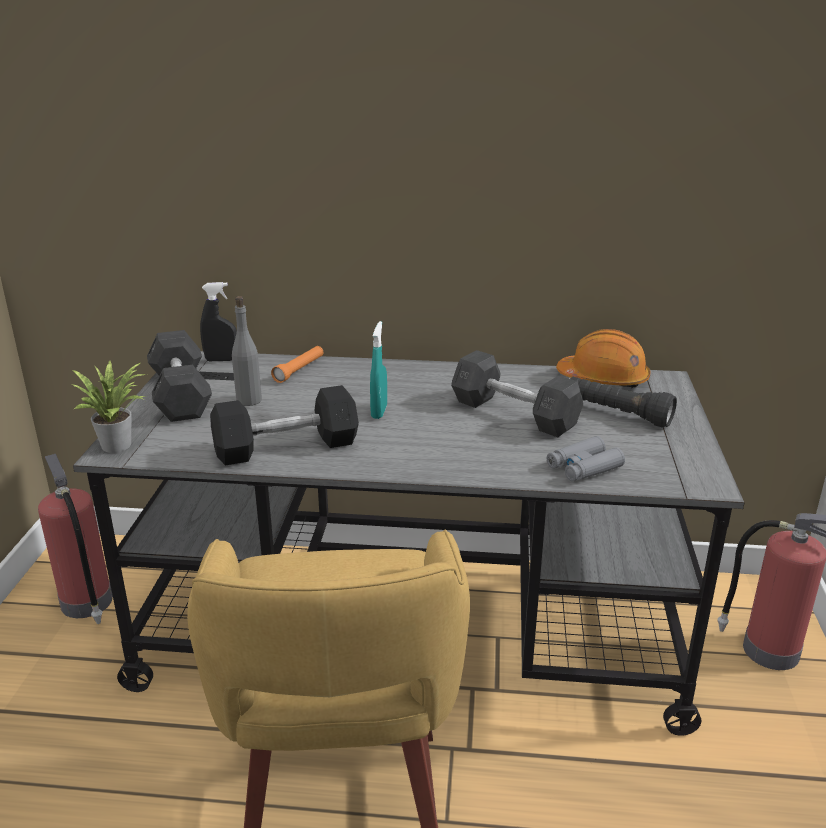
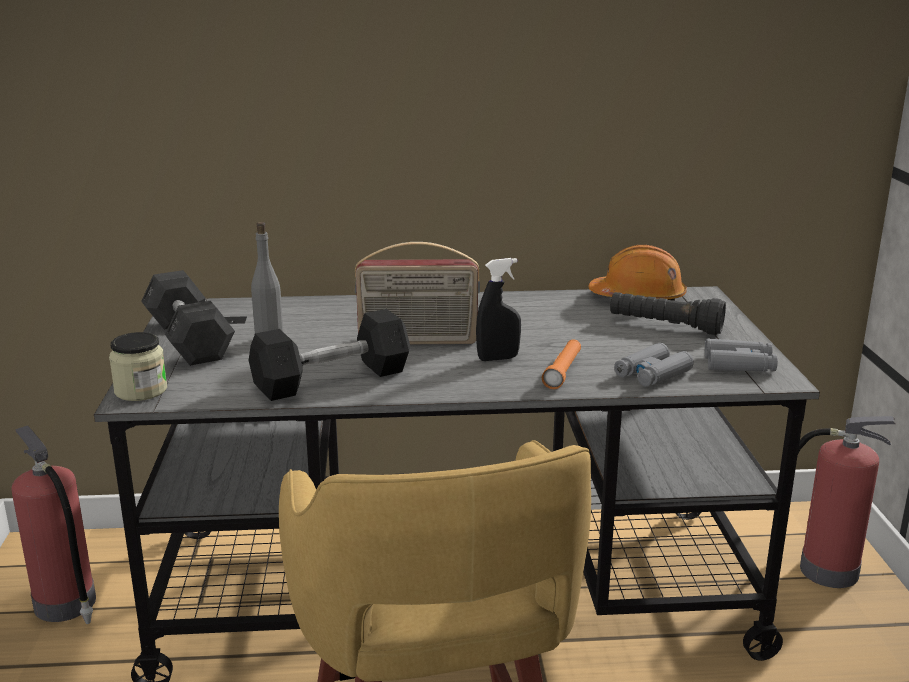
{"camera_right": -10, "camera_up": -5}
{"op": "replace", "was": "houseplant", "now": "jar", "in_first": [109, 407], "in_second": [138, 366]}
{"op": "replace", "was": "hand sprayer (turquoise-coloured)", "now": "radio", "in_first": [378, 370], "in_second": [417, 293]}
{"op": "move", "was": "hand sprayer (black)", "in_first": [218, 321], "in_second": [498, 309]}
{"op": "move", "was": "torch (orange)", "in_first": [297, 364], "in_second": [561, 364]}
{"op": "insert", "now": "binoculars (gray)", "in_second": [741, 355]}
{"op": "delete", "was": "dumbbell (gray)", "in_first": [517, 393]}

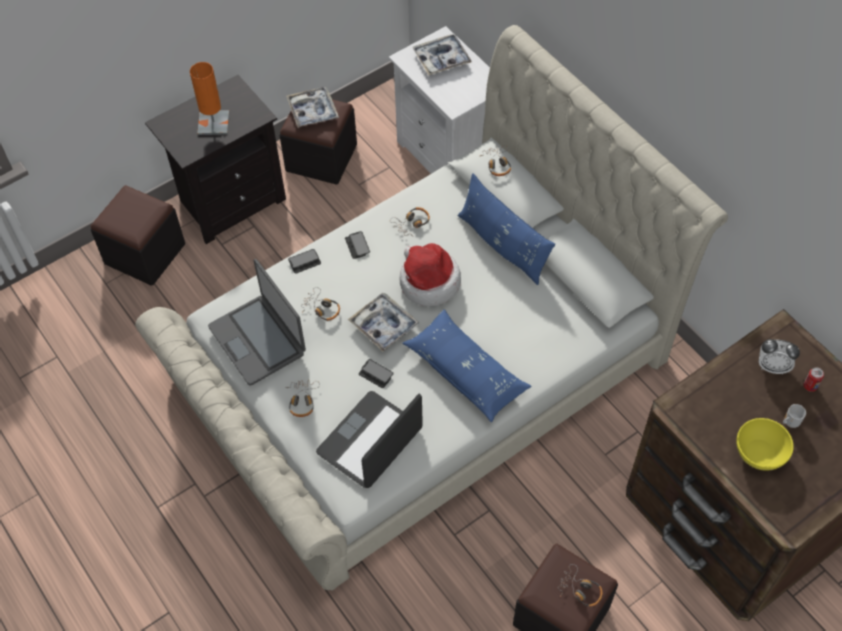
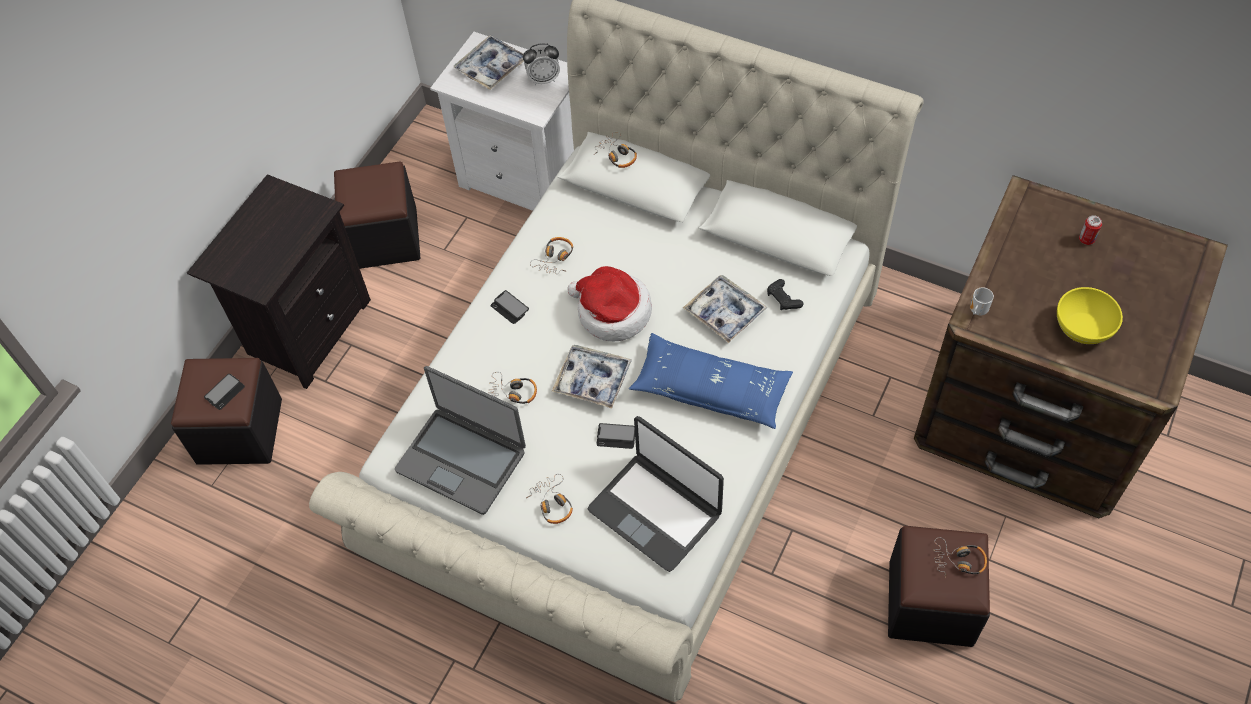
{"camera_right": -25, "camera_up": 0}
{"op": "move", "was": "telephone", "in_first": [304, 261], "in_second": [224, 392]}
{"op": "move", "was": "bedside clock", "in_first": [779, 356], "in_second": [541, 64]}
{"op": "rotate", "was": "portable computer", "in_first": [369, 439], "in_second": [656, 494], "clockwise": -60}
{"op": "move", "was": "tray", "in_first": [312, 107], "in_second": [725, 309]}
{"op": "insert", "now": "joypad (black)", "in_second": [785, 295]}
{"op": "move", "was": "tea mug", "in_first": [794, 416], "in_second": [982, 301]}
{"op": "delete", "was": "lamp for a table (orange)", "in_first": [209, 98]}
{"op": "delete", "was": "pillow (bluish)", "in_first": [506, 229]}

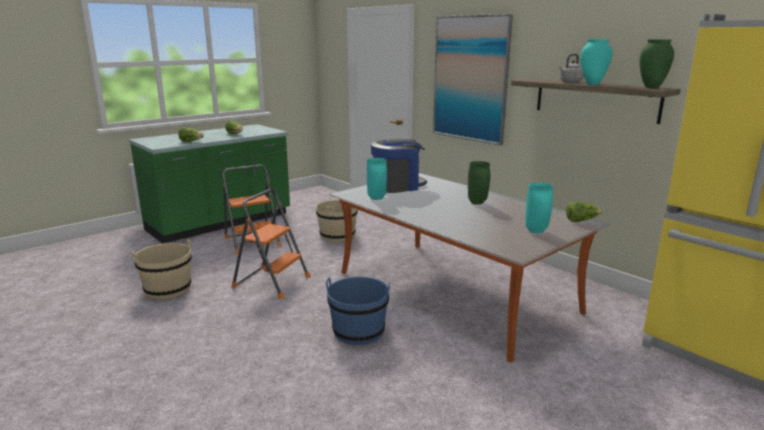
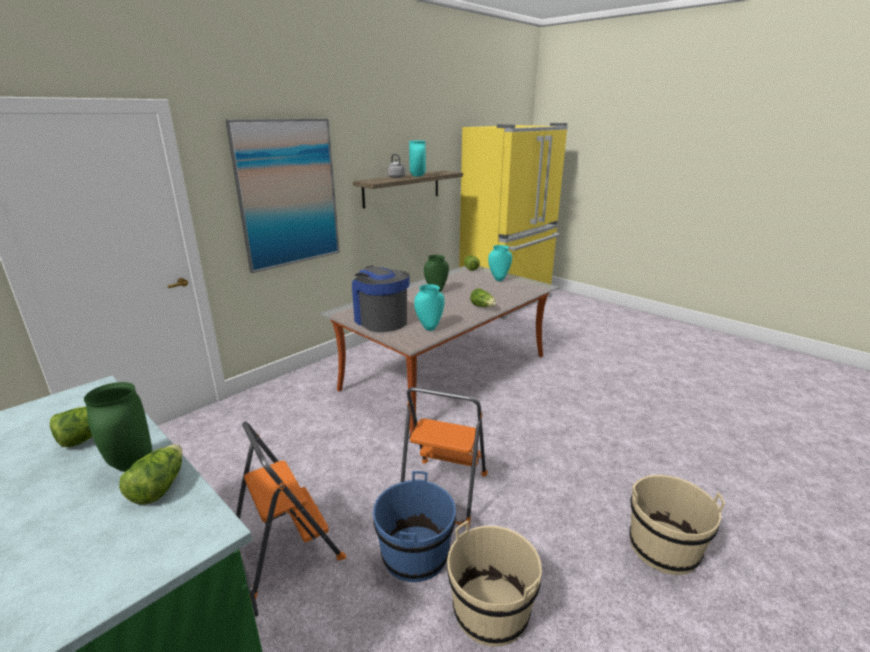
{"camera_right": -95, "camera_up": 5}
{"op": "move", "was": "vase (greenish)", "in_first": [657, 64], "in_second": [118, 427]}
{"op": "move", "was": "water bucket (bluish)", "in_first": [358, 310], "in_second": [414, 526]}
{"op": "insert", "now": "lettuce head", "in_second": [483, 297]}
{"op": "move", "was": "water bucket (beige)", "in_first": [337, 220], "in_second": [677, 525]}

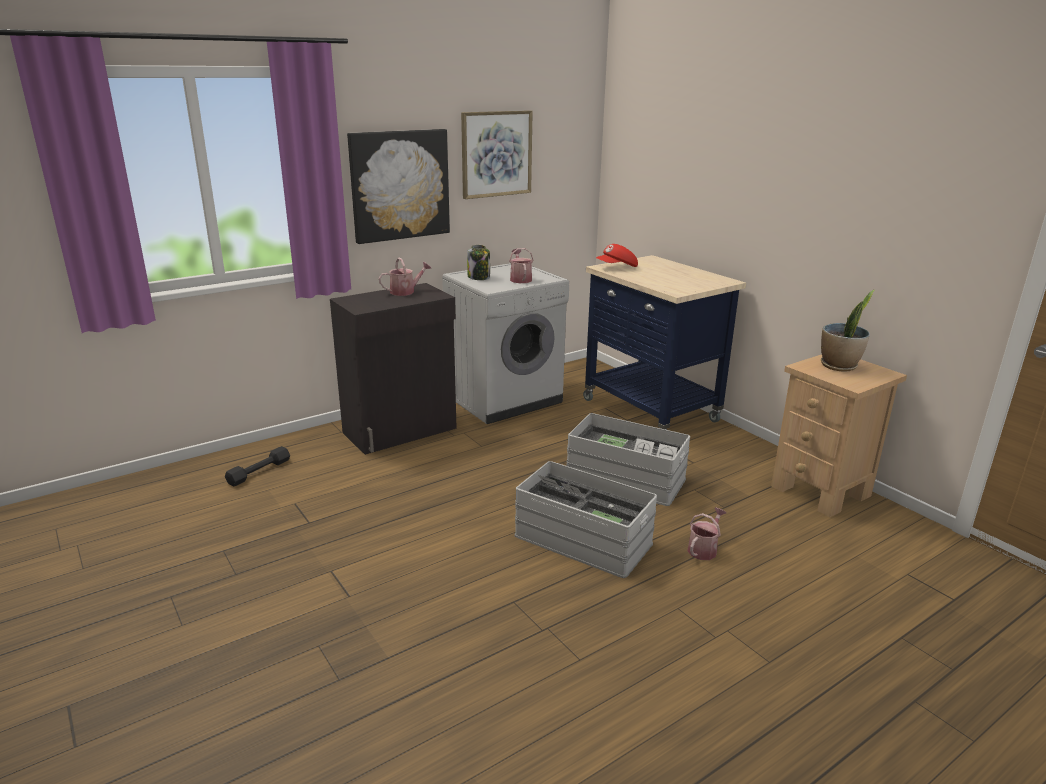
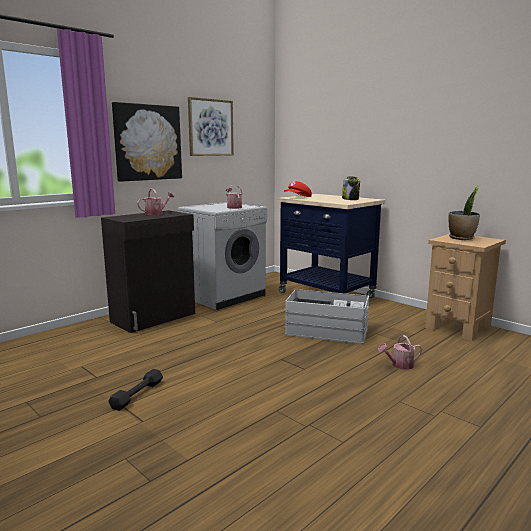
{"camera_right": -10, "camera_up": -10}
{"op": "move", "was": "dumbbell (black)", "in_first": [257, 466], "in_second": [135, 390]}
{"op": "move", "was": "jar", "in_first": [478, 262], "in_second": [351, 188]}
{"op": "rotate", "was": "watering pot", "in_first": [707, 534], "in_second": [400, 352], "clockwise": -135}
{"op": "delete", "was": "storage container (gray)", "in_first": [586, 519]}

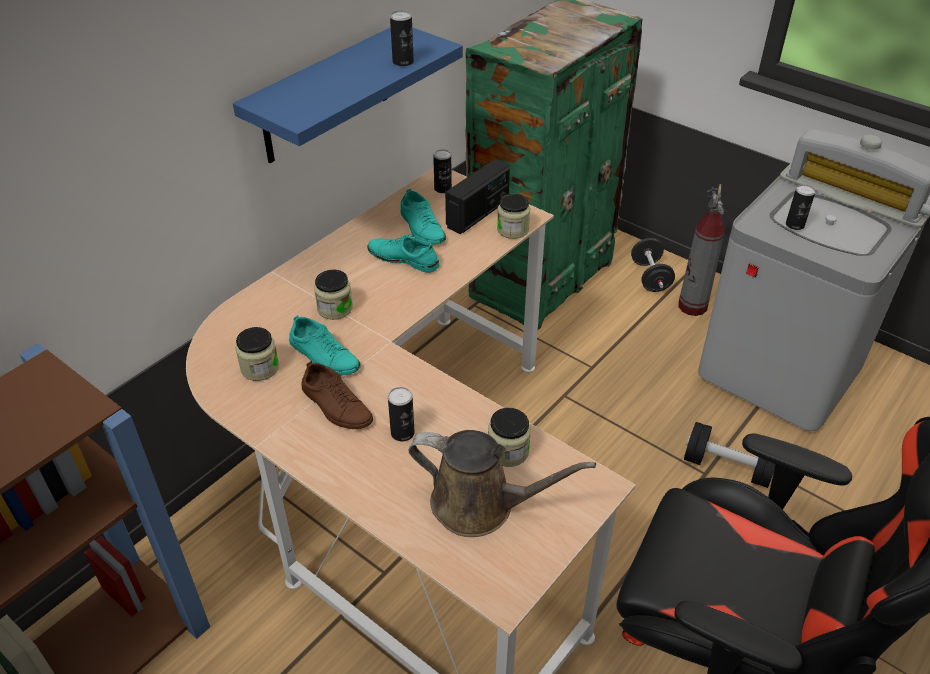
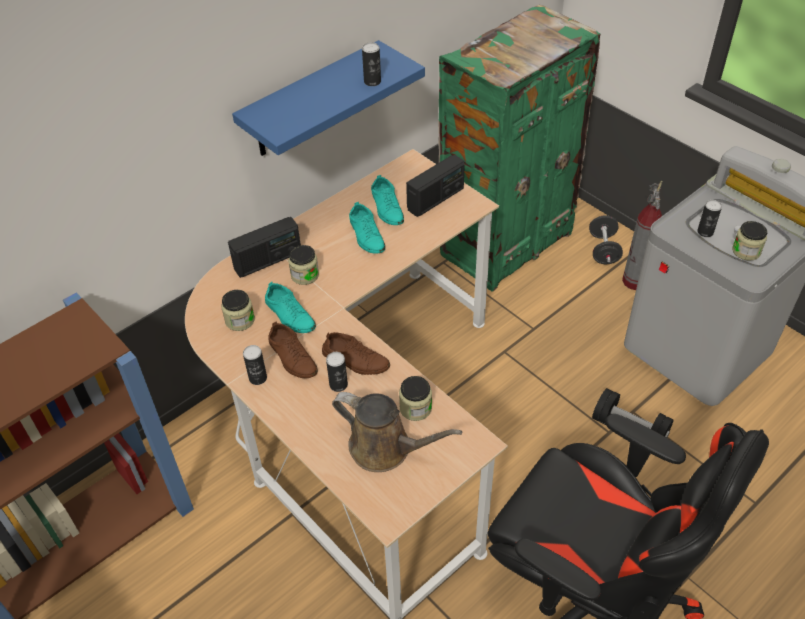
{"camera_right": 10, "camera_up": 5}
{"op": "insert", "now": "radio", "in_second": [264, 247]}
{"op": "move", "was": "can", "in_first": [442, 171], "in_second": [255, 365]}
{"op": "insert", "now": "low shoe (brownish)", "in_second": [356, 353]}
{"op": "rotate", "was": "low shoe (turquoise-coloured)", "in_first": [403, 253], "in_second": [367, 228], "clockwise": -150}
{"op": "move", "was": "jar", "in_first": [513, 216], "in_second": [749, 241]}

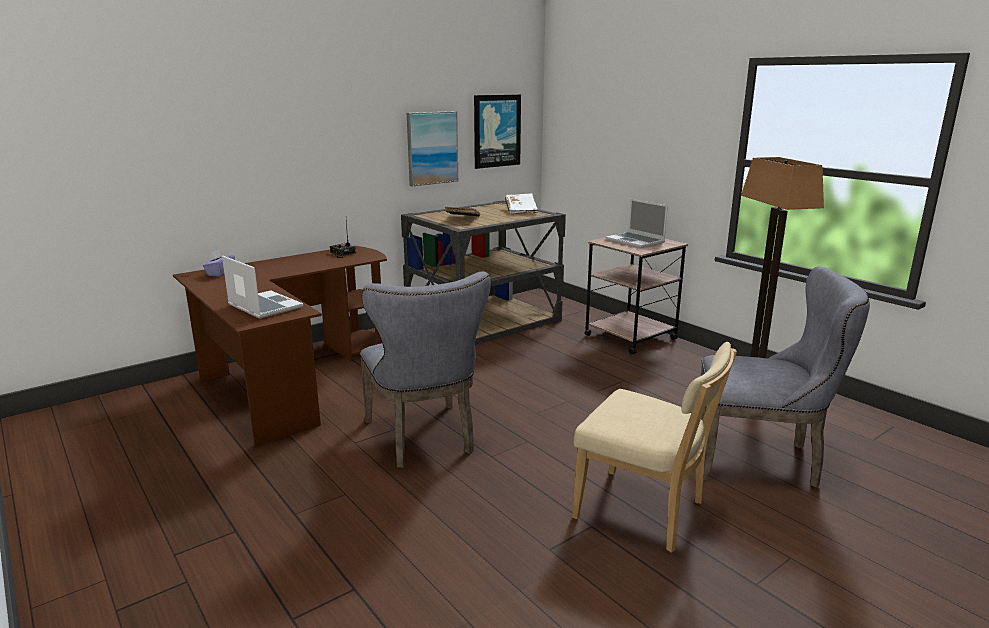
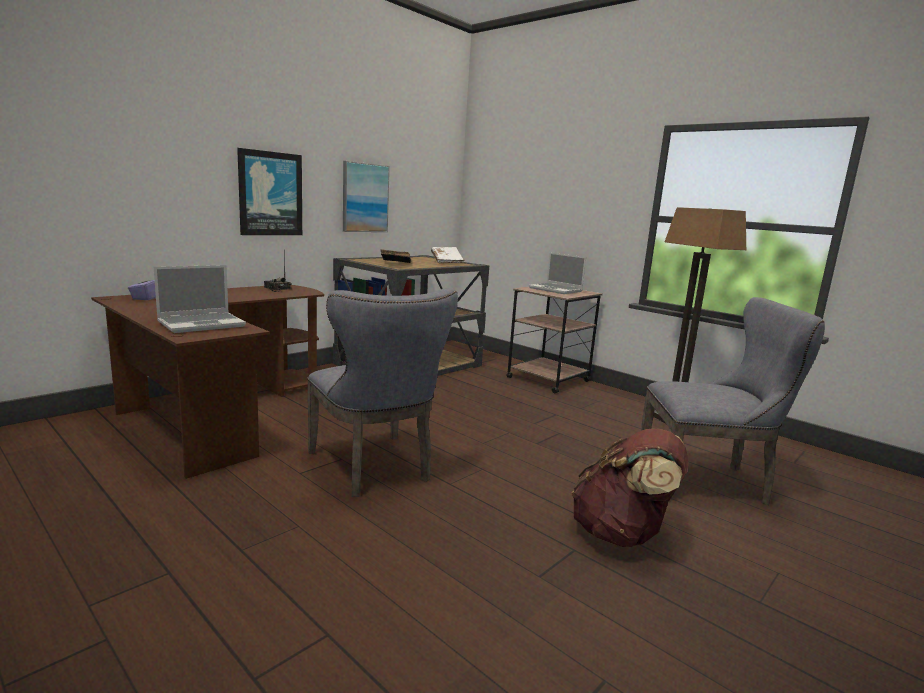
{"camera_right": -10, "camera_up": -5}
{"op": "rotate", "was": "portable computer", "in_first": [262, 287], "in_second": [200, 299], "clockwise": 105}
{"op": "move", "was": "wall picture", "in_first": [497, 131], "in_second": [269, 191]}
{"op": "replace", "was": "plain chair (beige)", "now": "rucksack (brownish)", "in_first": [654, 447], "in_second": [629, 488]}

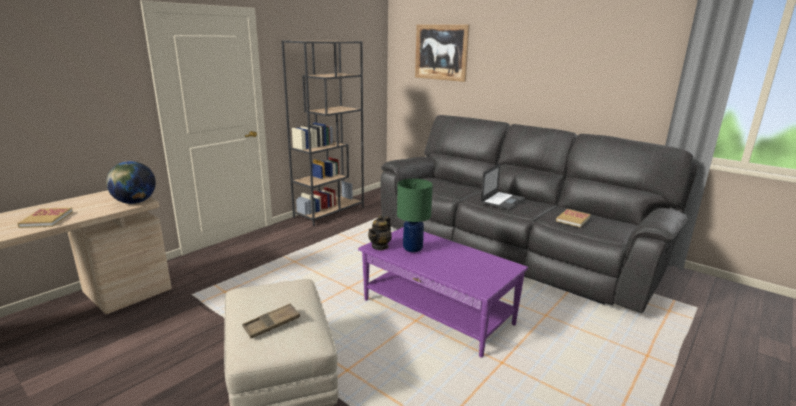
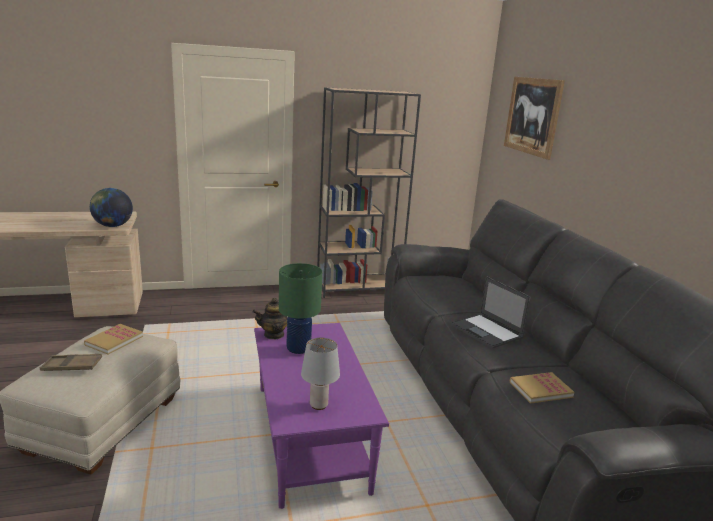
{"camera_right": 35, "camera_up": 0}
{"op": "move", "was": "book", "in_first": [45, 217], "in_second": [113, 339]}
{"op": "insert", "now": "lamp for a table (gray)", "in_second": [320, 374]}
{"op": "rotate", "was": "portable computer", "in_first": [503, 187], "in_second": [491, 312], "clockwise": 75}

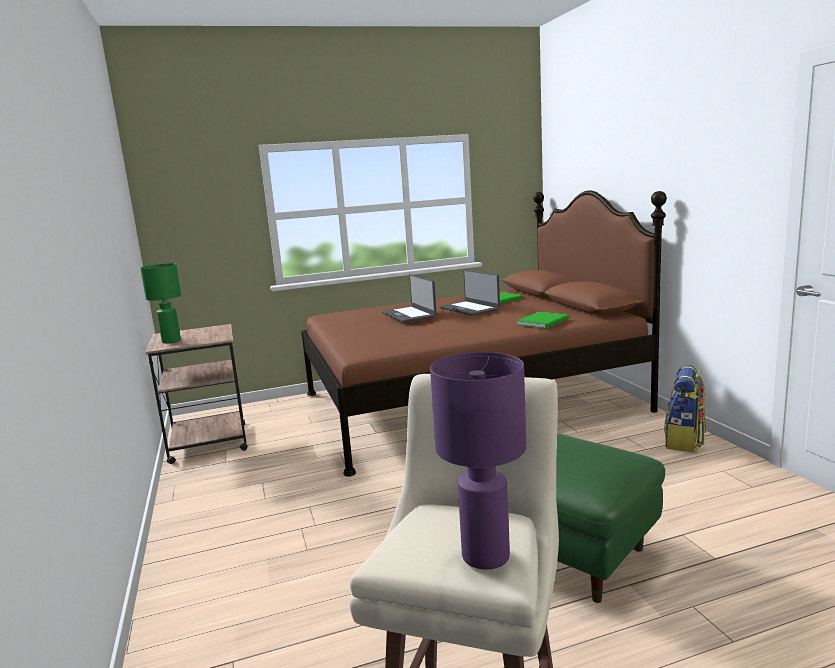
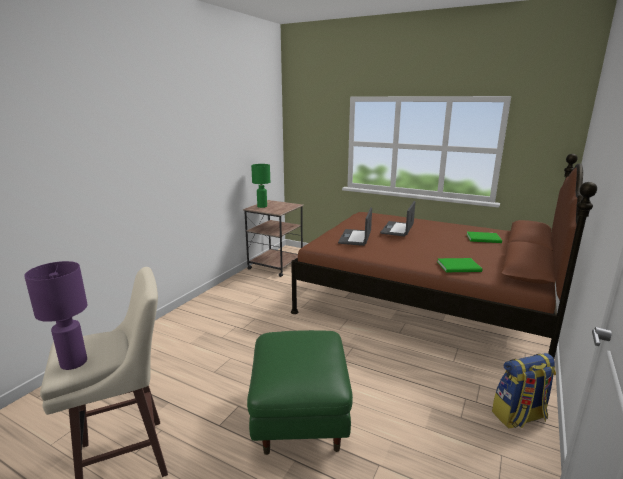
{"camera_right": 45, "camera_up": 5}
{"op": "move", "was": "portable computer", "in_first": [469, 293], "in_second": [355, 226]}

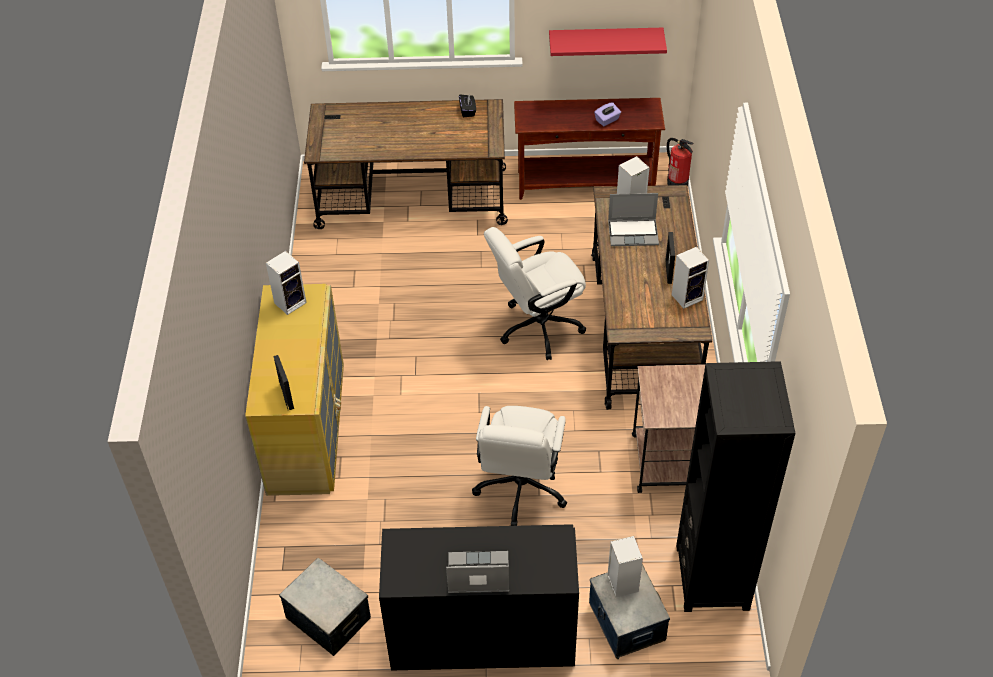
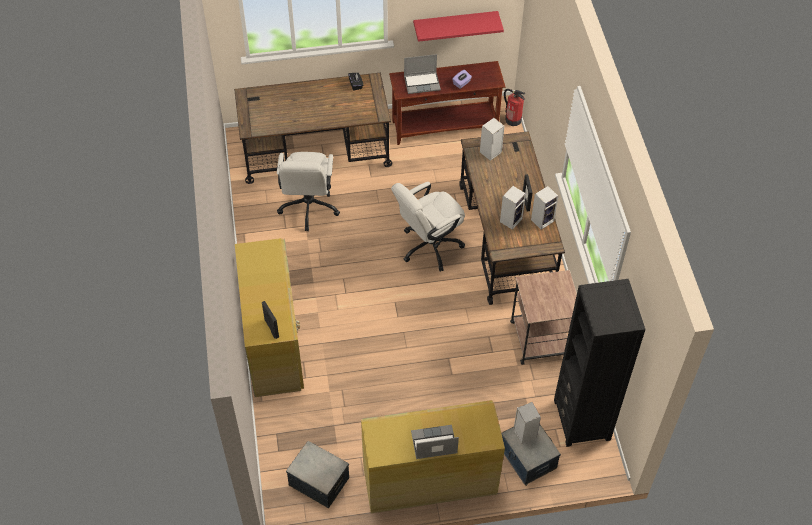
{"camera_right": -10, "camera_up": 5}
{"op": "move", "was": "office chair (white-coloured)", "in_first": [519, 466], "in_second": [308, 191]}
{"op": "recolor", "was": "storage cabinet (black)", "now": "storage cabinet (yellow-coloured)", "in_first": [479, 597], "in_second": [433, 456]}
{"op": "move", "was": "portable computer", "in_first": [633, 219], "in_second": [422, 74]}
{"op": "move", "was": "loudspeaker", "in_first": [286, 283], "in_second": [513, 208]}

